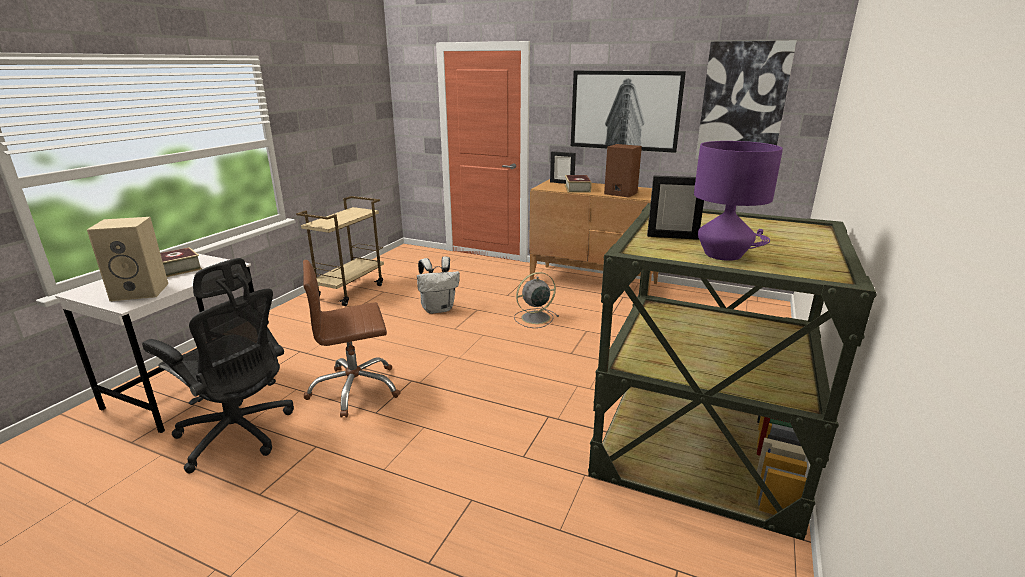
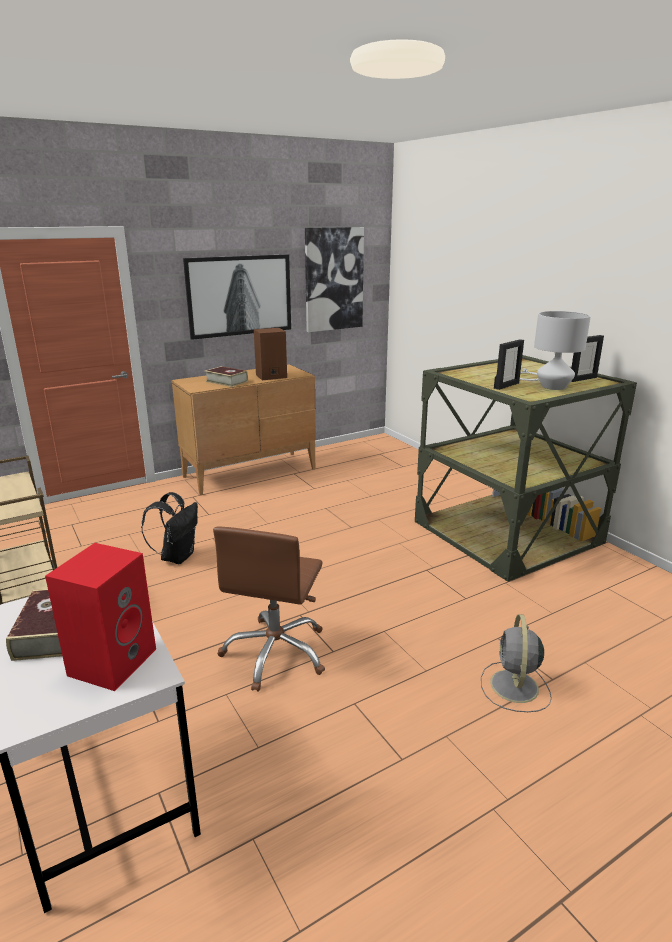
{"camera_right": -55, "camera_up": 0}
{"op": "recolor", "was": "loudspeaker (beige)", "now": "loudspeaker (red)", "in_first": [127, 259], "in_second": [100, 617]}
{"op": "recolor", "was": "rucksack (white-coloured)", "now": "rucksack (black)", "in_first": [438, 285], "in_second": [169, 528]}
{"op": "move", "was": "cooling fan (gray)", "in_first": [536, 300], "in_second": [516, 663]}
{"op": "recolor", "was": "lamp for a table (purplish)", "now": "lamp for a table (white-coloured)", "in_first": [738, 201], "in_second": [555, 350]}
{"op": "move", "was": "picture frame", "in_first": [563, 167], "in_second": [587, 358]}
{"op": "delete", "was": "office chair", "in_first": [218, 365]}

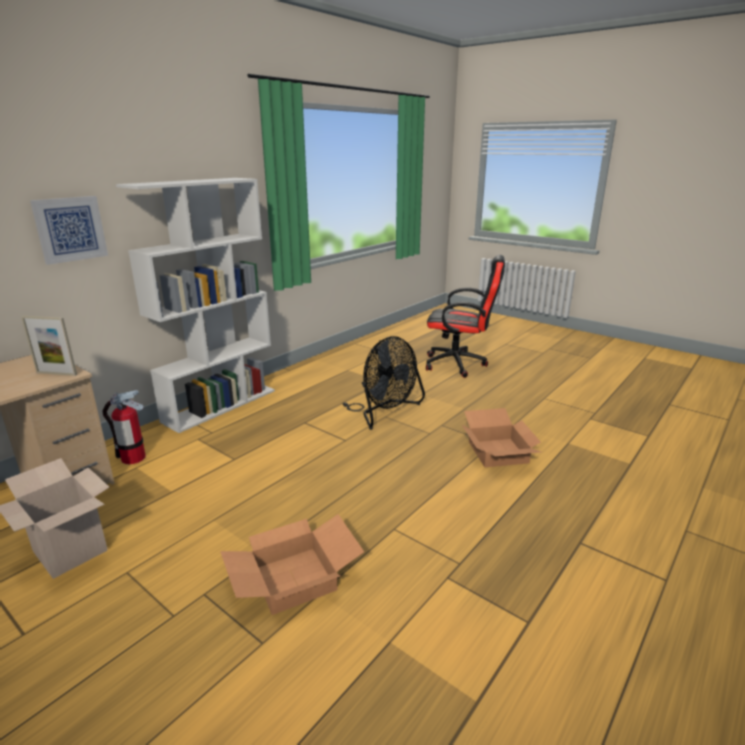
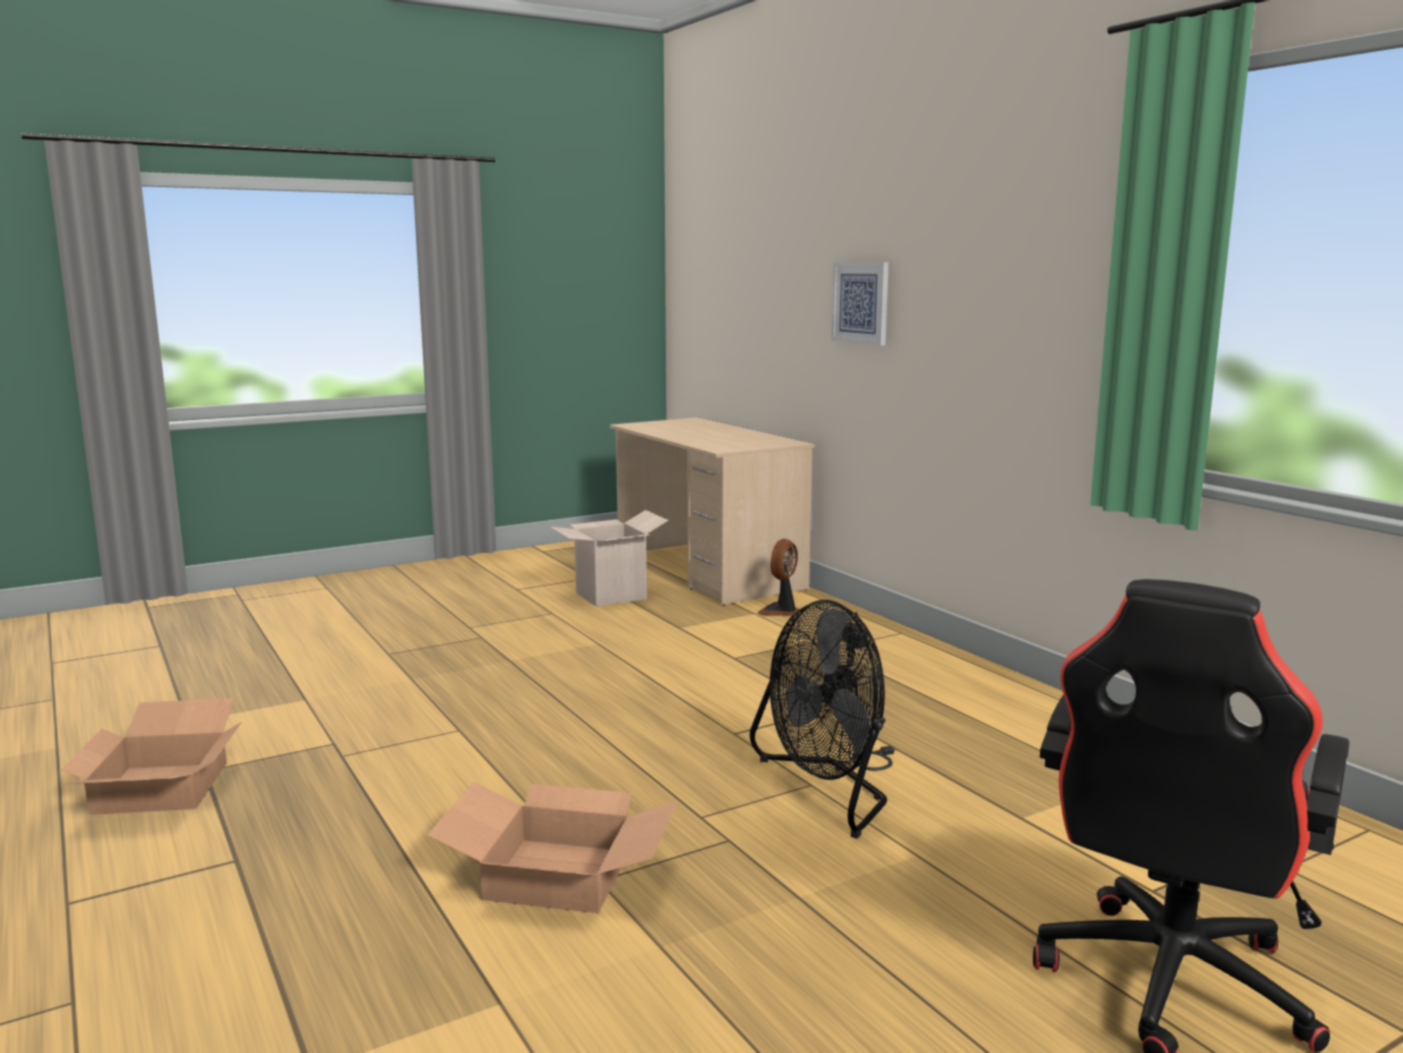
{"camera_right": 110, "camera_up": -10}
{"op": "move", "was": "cardboard box", "in_first": [292, 564], "in_second": [151, 756]}
{"op": "replace", "was": "fire-fighting cylinder", "now": "cooling fan", "in_first": [124, 427], "in_second": [779, 577]}
{"op": "delete", "was": "picture frame", "in_first": [49, 346]}
{"op": "delete", "was": "bookshelf (white-coloured)", "in_first": [195, 305]}

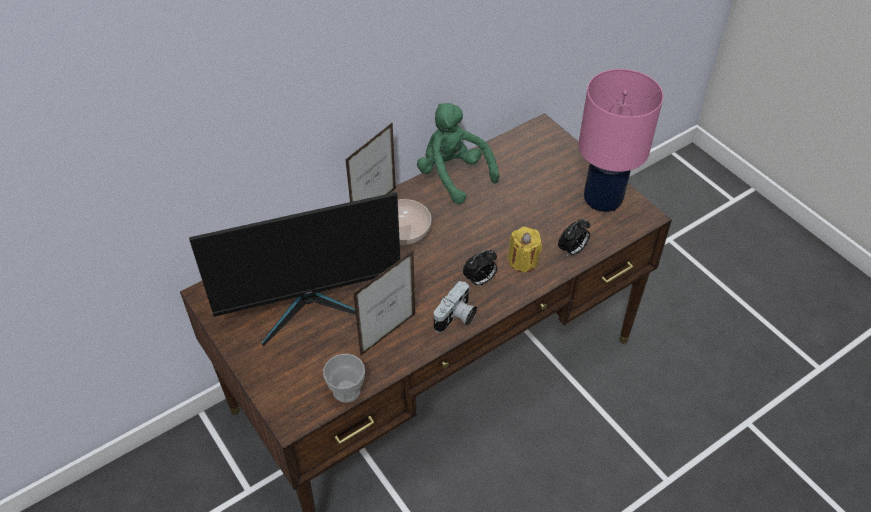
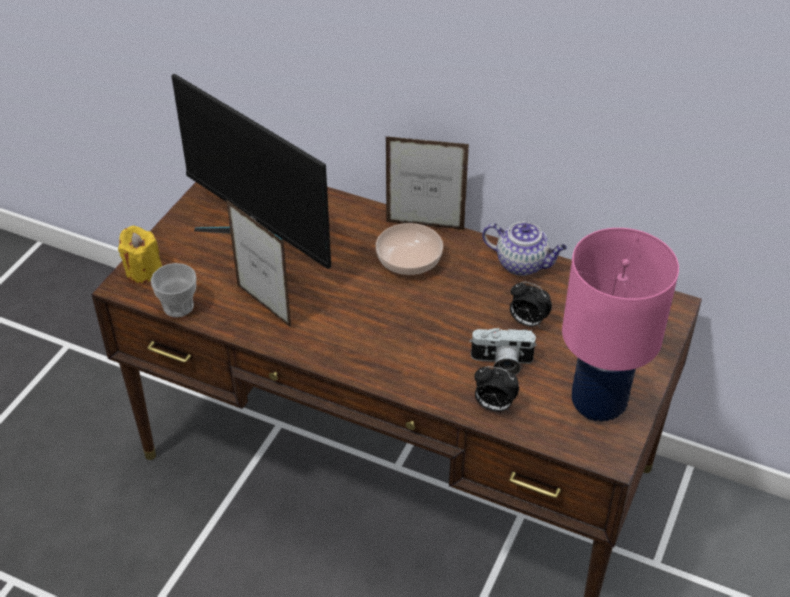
{"camera_right": 60, "camera_up": -5}
{"op": "move", "was": "candle (yellow-coloured)", "in_first": [525, 249], "in_second": [140, 254]}
{"op": "rotate", "was": "picture frame", "in_first": [384, 303], "in_second": [258, 263], "clockwise": -150}
{"op": "move", "was": "photo camera", "in_first": [455, 307], "in_second": [503, 351]}
{"op": "replace", "was": "cuddly toy (greenish)", "now": "tea pot", "in_first": [458, 153], "in_second": [524, 249]}
{"op": "move", "was": "bedside clock", "in_first": [480, 268], "in_second": [531, 304]}

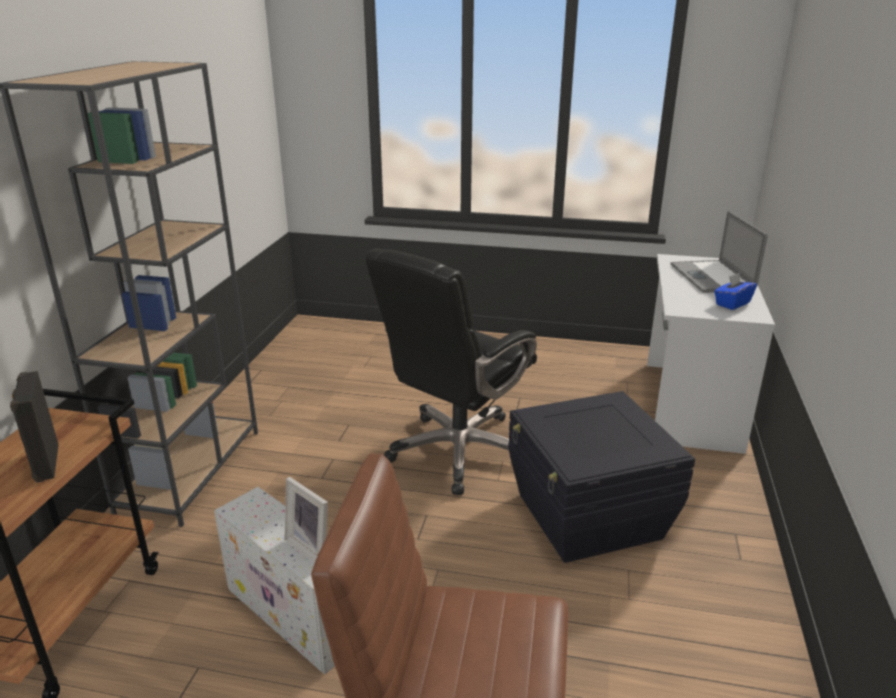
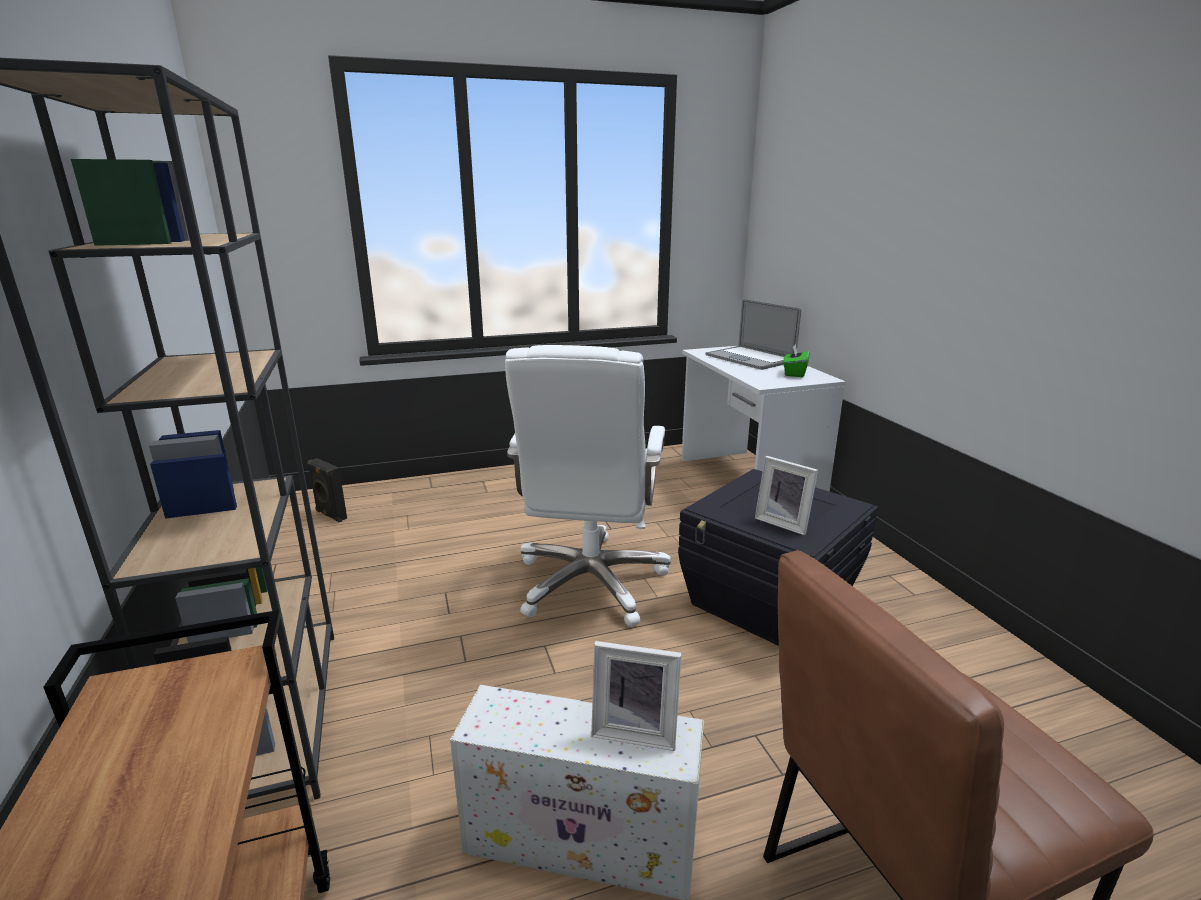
{"camera_right": -30, "camera_up": -5}
{"op": "move", "was": "loudspeaker (black)", "in_first": [34, 427], "in_second": [327, 490]}
{"op": "recolor", "was": "office chair (black)", "now": "office chair (white-coloured)", "in_first": [451, 372], "in_second": [588, 485]}
{"op": "insert", "now": "picture frame", "in_second": [786, 495]}
{"op": "recolor", "was": "tissue box (bluish)", "now": "tissue box (greenish)", "in_first": [735, 291], "in_second": [796, 360]}

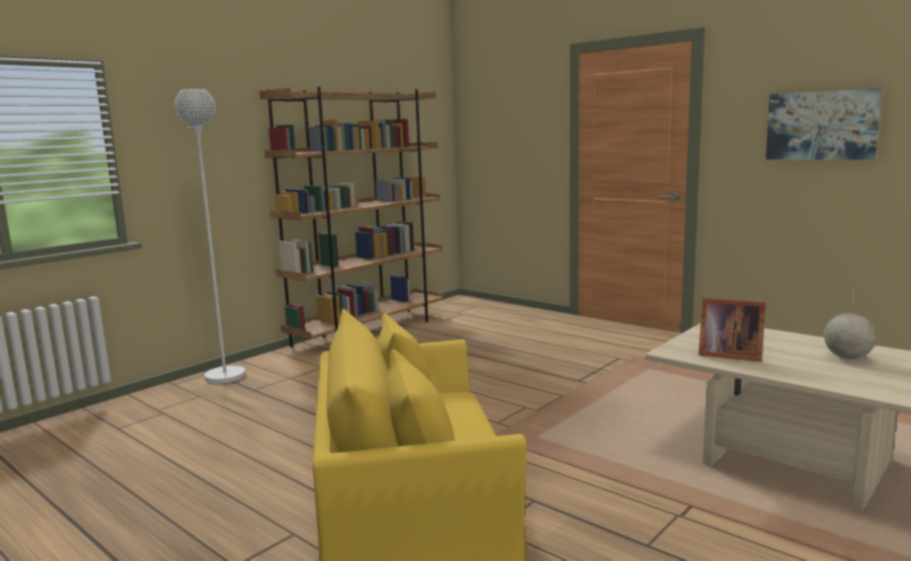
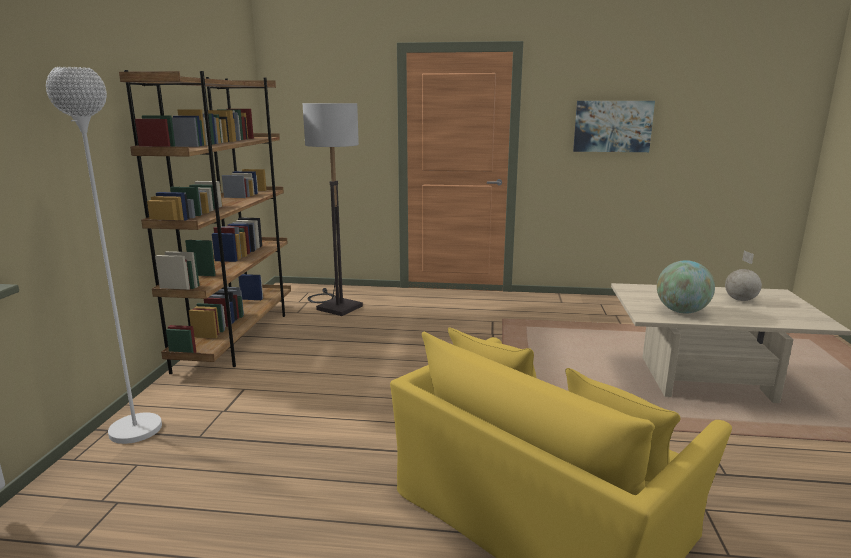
{"camera_right": -35, "camera_up": 5}
{"op": "insert", "now": "standing lamp", "in_second": [333, 209]}
{"op": "replace", "was": "picture frame", "now": "desk globe", "in_first": [732, 330], "in_second": [686, 287]}

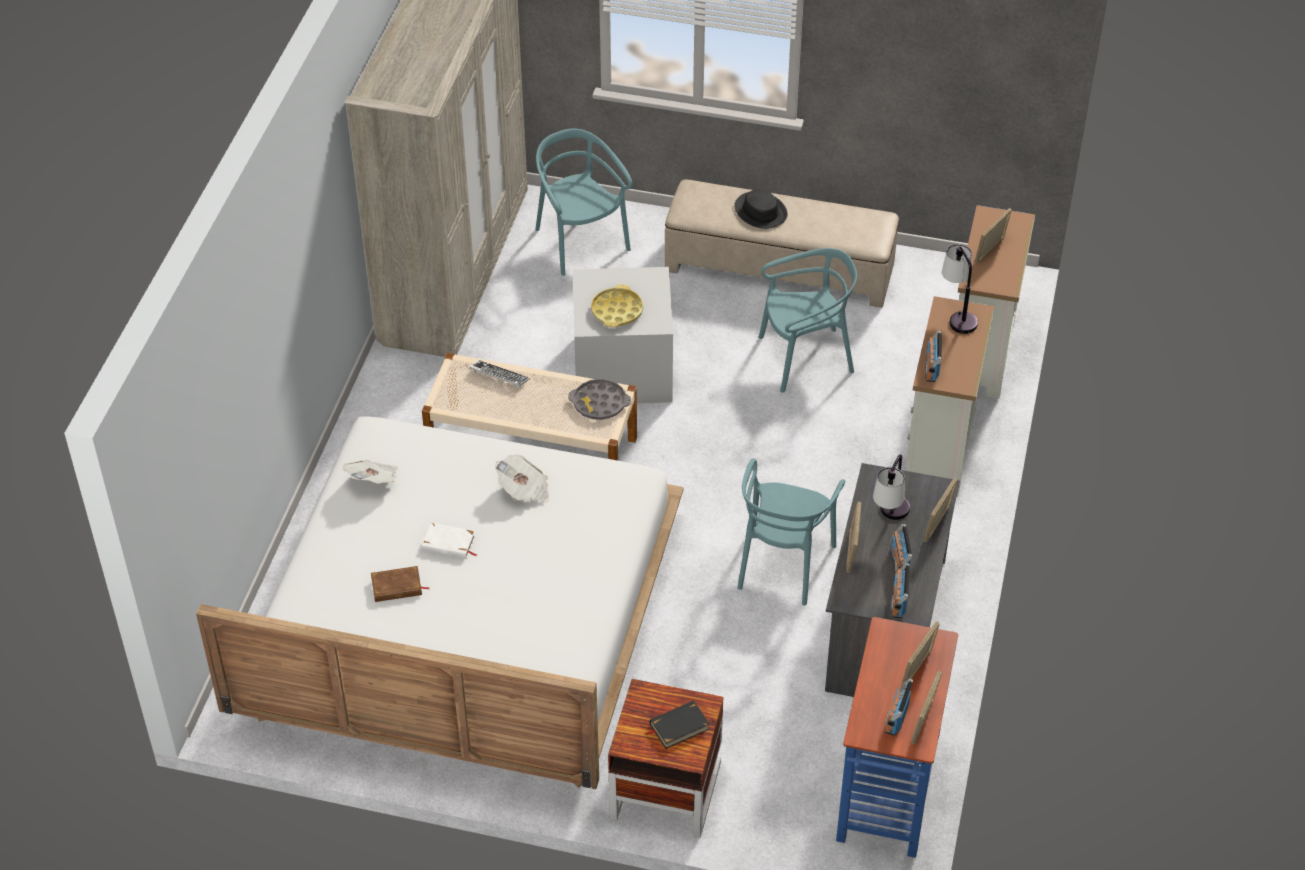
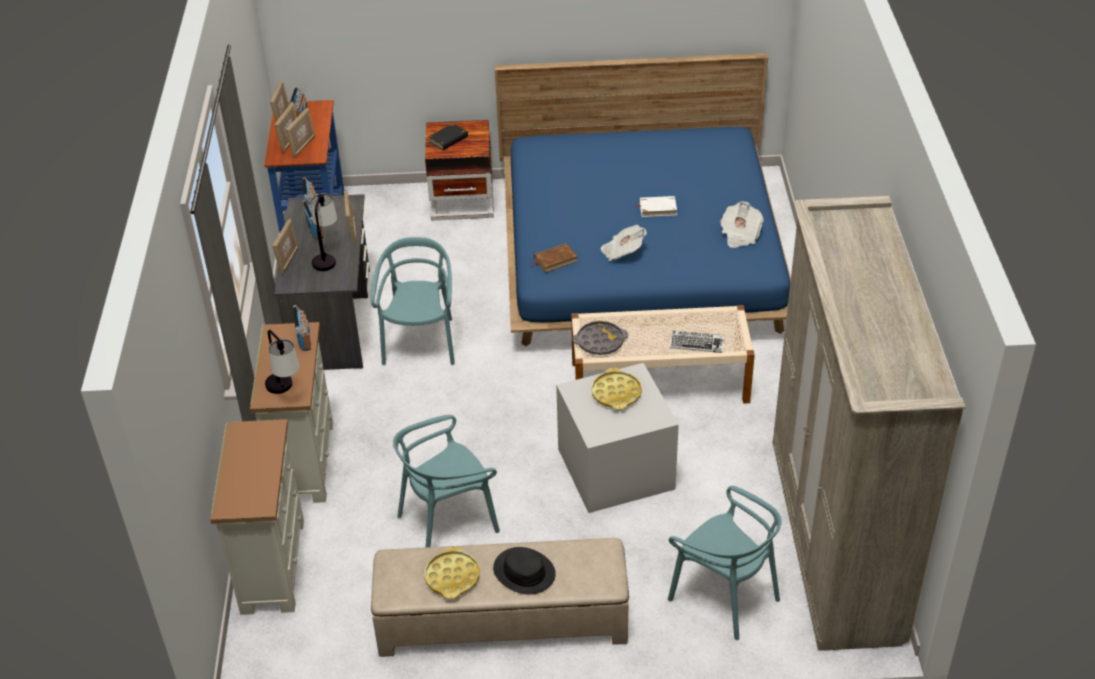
{"camera_right": 165, "camera_up": -5}
{"op": "move", "was": "picture frame", "in_first": [993, 235], "in_second": [300, 133]}
{"op": "insert", "now": "tray (yellow-coloured)", "in_second": [452, 572]}
{"op": "recolor", "was": "bedroom bed (white-coloured)", "now": "bedroom bed (bluish)", "in_first": [440, 603], "in_second": [643, 199]}
{"op": "move", "was": "book (brownish)", "in_first": [400, 584], "in_second": [554, 258]}

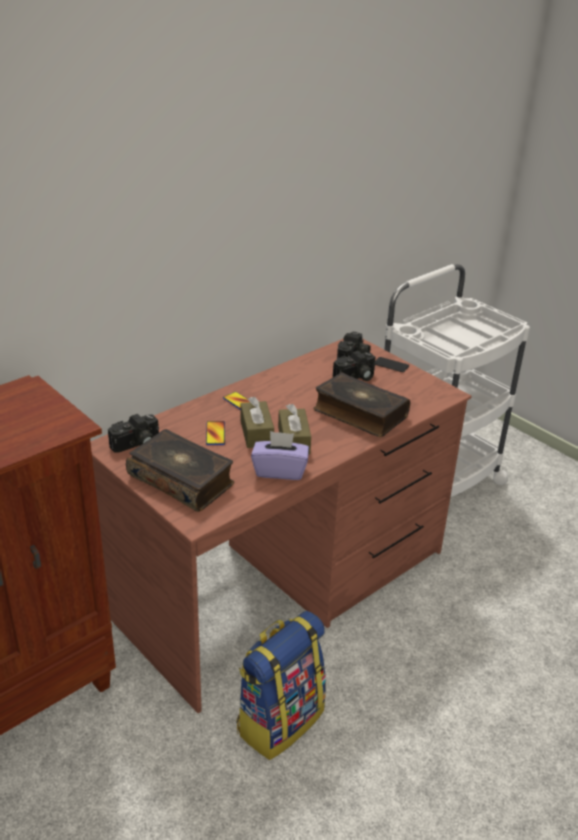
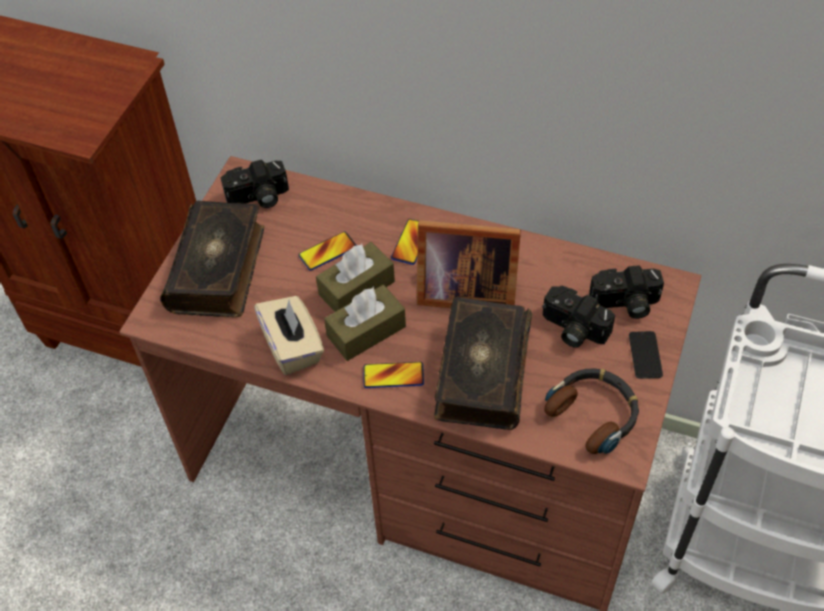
{"camera_right": 65, "camera_up": 20}
{"op": "rotate", "was": "photo camera", "in_first": [133, 433], "in_second": [255, 184], "clockwise": -45}
{"op": "recolor", "was": "tissue box (purplish)", "now": "tissue box (beige)", "in_first": [280, 455], "in_second": [289, 335]}
{"op": "insert", "now": "telephone", "in_second": [393, 375]}
{"op": "insert", "now": "picture frame", "in_second": [469, 264]}
{"op": "insert", "now": "headphones", "in_second": [591, 411]}
{"op": "delete", "was": "rucksack", "in_first": [281, 685]}

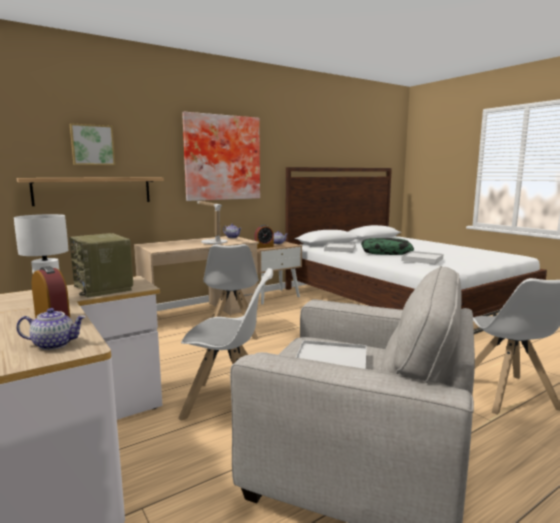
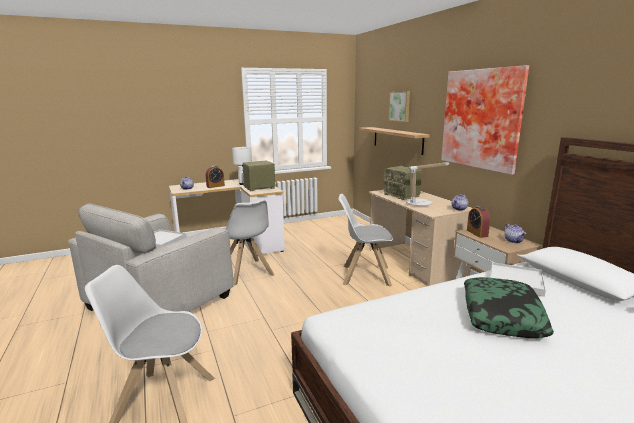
{"camera_right": 100, "camera_up": 5}
{"op": "rotate", "was": "plain chair", "in_first": [225, 344], "in_second": [248, 242], "clockwise": -45}
{"op": "insert", "now": "radio", "in_second": [403, 183]}
{"op": "delete", "was": "tray (white-coloured)", "in_first": [422, 258]}

